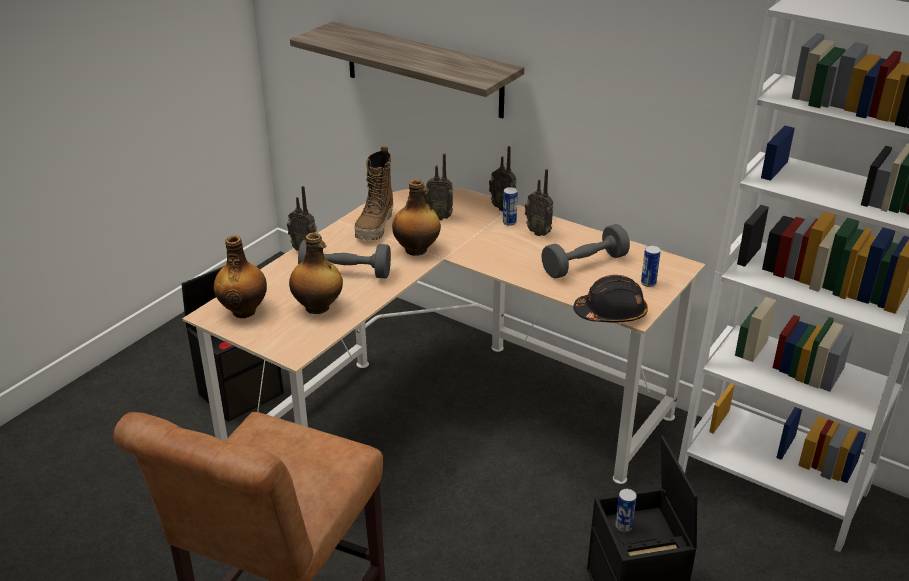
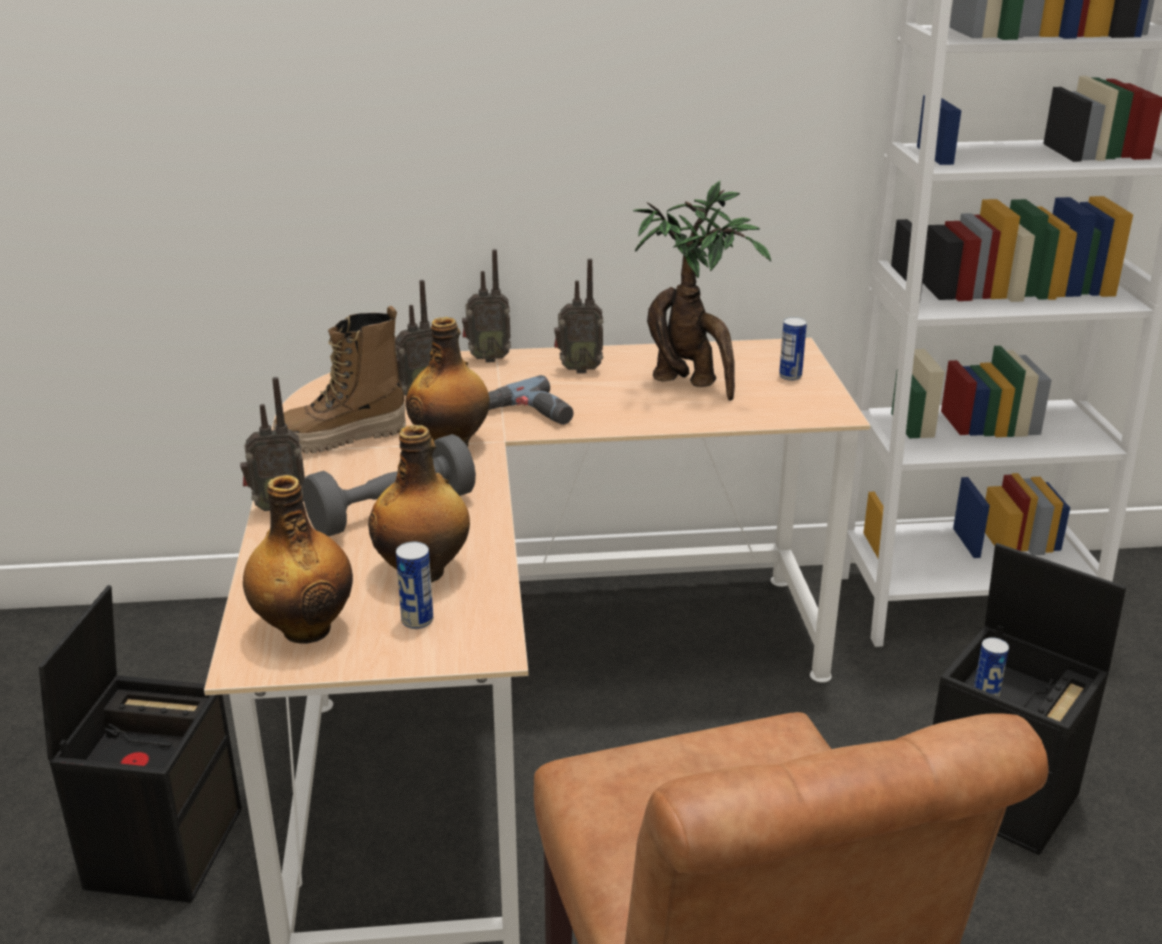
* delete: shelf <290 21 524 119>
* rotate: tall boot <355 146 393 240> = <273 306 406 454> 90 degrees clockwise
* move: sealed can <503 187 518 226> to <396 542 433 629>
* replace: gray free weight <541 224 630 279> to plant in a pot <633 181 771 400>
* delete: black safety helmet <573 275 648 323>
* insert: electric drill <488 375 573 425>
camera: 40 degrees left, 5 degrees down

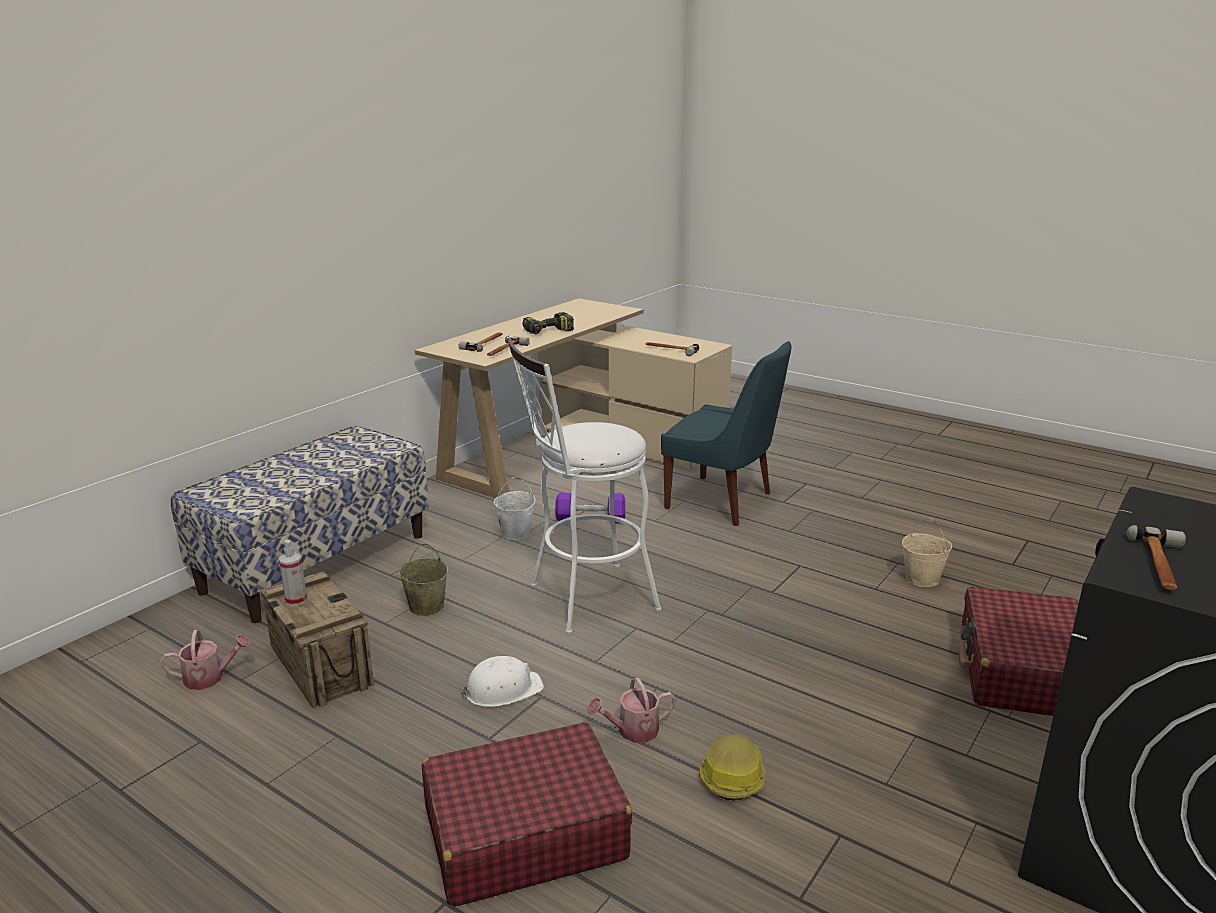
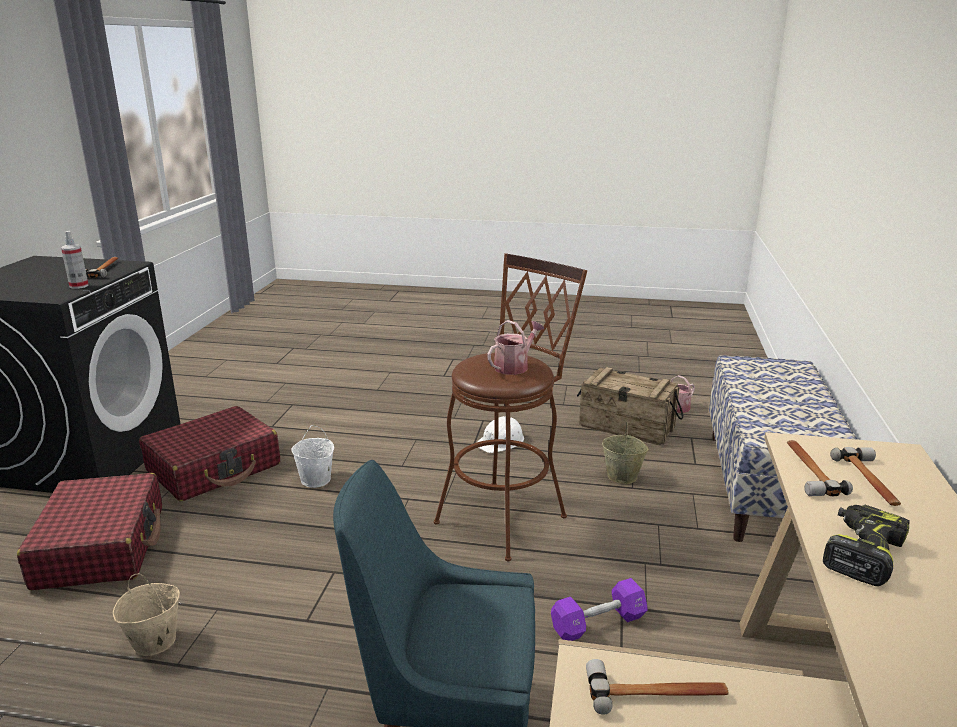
* recolor: white-coloured stool seat <507 336 661 634> to brownish stool seat <434 253 587 561>
* move: white-coloured pail <494 477 536 540> to <291 425 334 488>
* move: hand sprayer <279 540 307 606> to <61 231 89 289>
* move: sprinkling can <587 677 676 743> to <487 320 544 375>
* move: red-coloured piece of luggage <421 722 632 907> to <139 406 280 501>
* delete: safety helmet <699 734 765 801>
camera: 155 degrees right, 0 degrees up

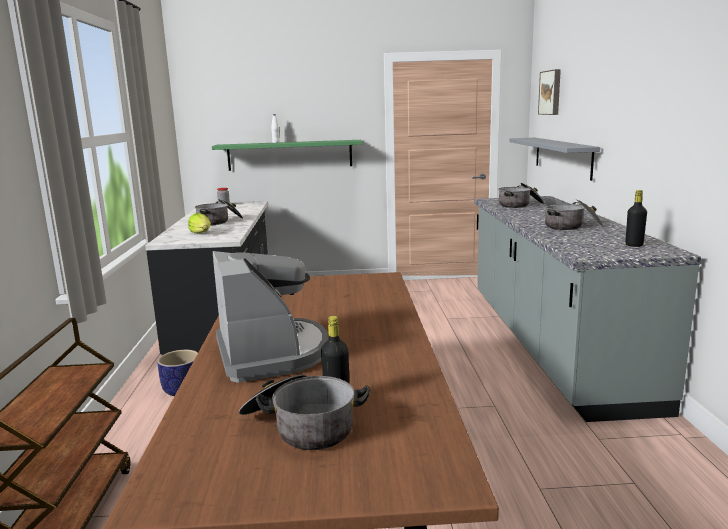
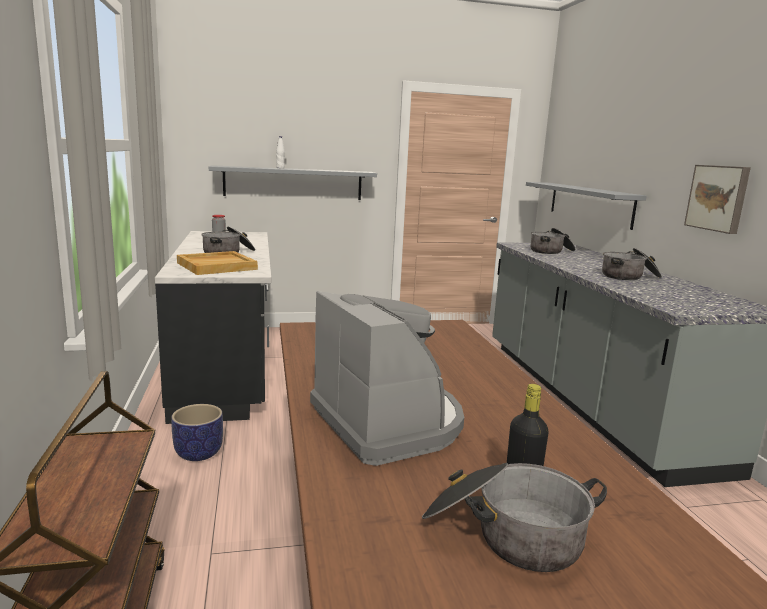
* move: wall picture <538 69 561 115> to <684 165 751 234>
* recolor: green shelf <212 140 362 171> to gray shelf <209 165 377 200>
* delete: black bottle <625 190 647 247>
* replace: lettuce head <188 213 211 234> to beige-coloured carrying tray <177 251 258 275>
camera: 10 degrees left, 0 degrees up

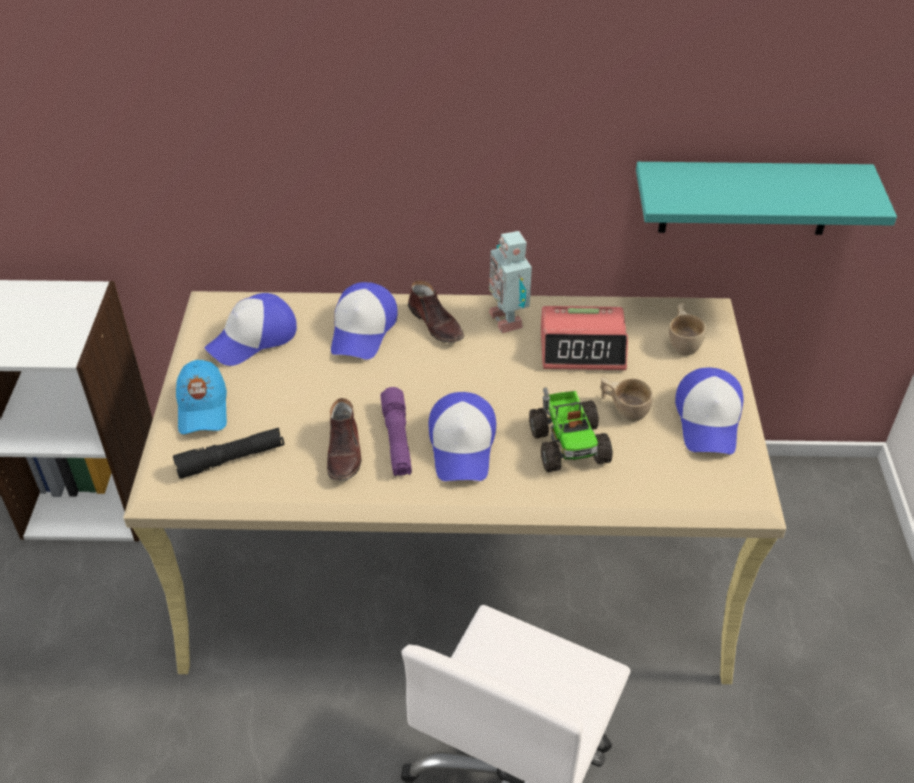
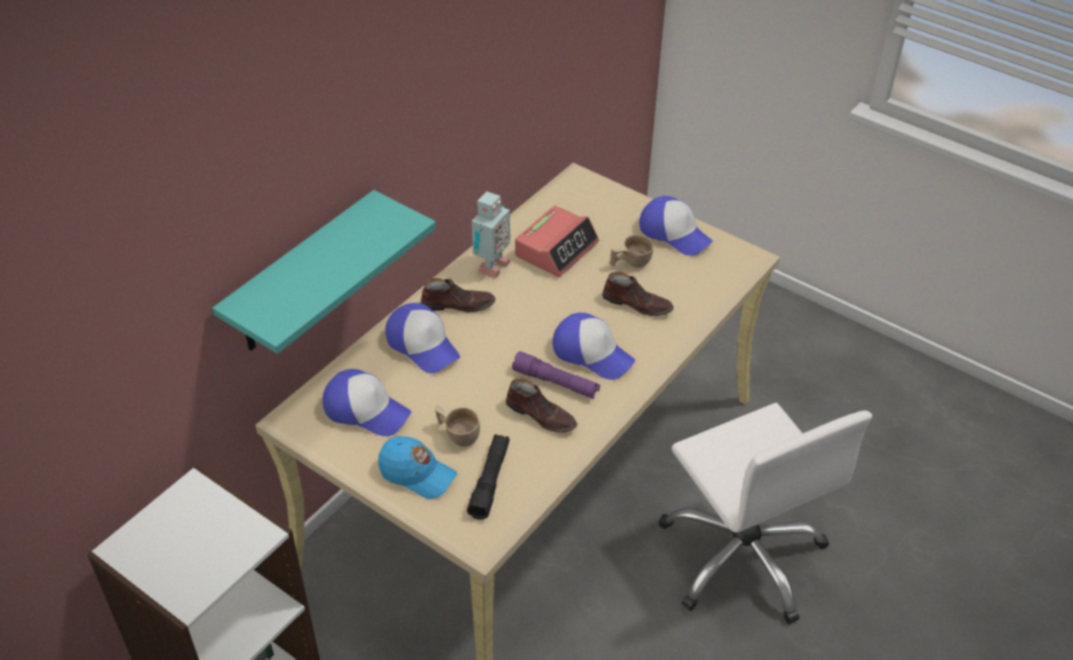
* move: blue-green shelf <636 162 897 235> to <212 190 436 354>
* rotate: toy robot <489 231 532 333> = <472 191 511 279> 75 degrees counterclockwise
* rotate: peaked cap <204 293 297 366> = <323 369 411 436> 60 degrees counterclockwise
* move: beige-coloured small cup <669 303 706 355> to <435 405 480 447>
* replace: toy lorry <529 388 613 472> to brownish low shoe <602 272 674 316>
camera: 55 degrees left, 0 degrees up

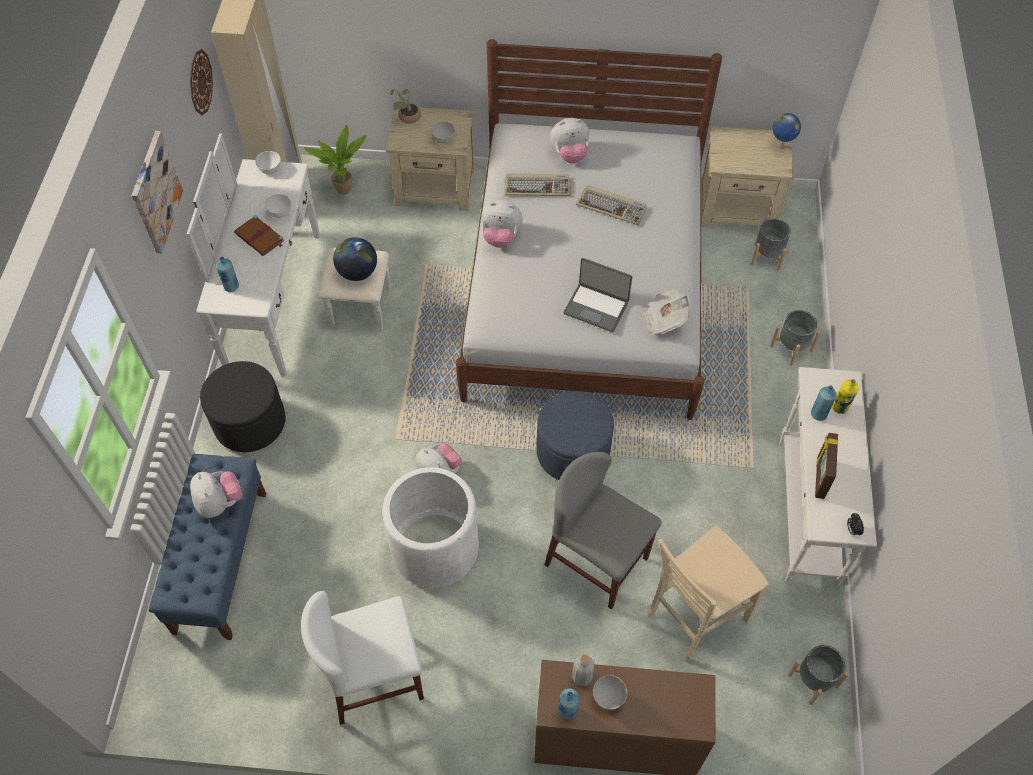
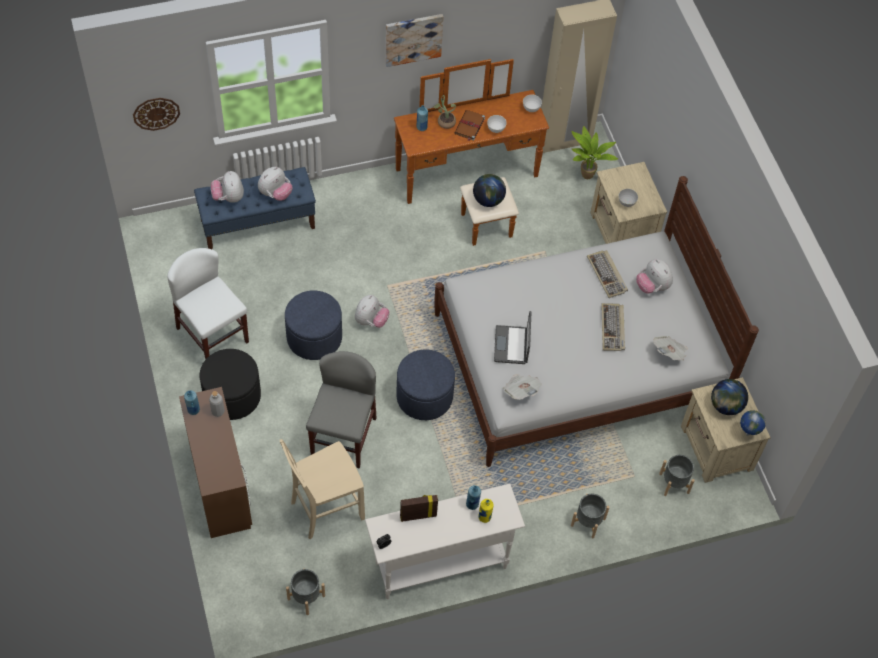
* move: wall clock <190 49 213 115> to <133 98 180 131>
* move: plant in a pot <390 89 421 124> to <433 95 456 129>
* recolor: white-coloured chest of drawers <187 133 391 376> to brownish chest of drawers <394 59 549 246>
* move: cuddly toy <482 200 523 248> to <211 171 244 203>
* move: black ottoman <200 361 285 452> to <200 349 261 420>
* replace: white-coloured plant pot <382 467 479 588> to bluish ottoman <285 290 342 360>
* rotate: beige-coloured chair <647 526 769 662> = <280 439 365 539> 60 degrees counterclockwise
* delete: gray serving bowl <593 675 627 710>
* insert: daily paper <653 336 688 361>
* insert: world globe <711 379 748 415>
camera: 65 degrees right, 0 degrees up

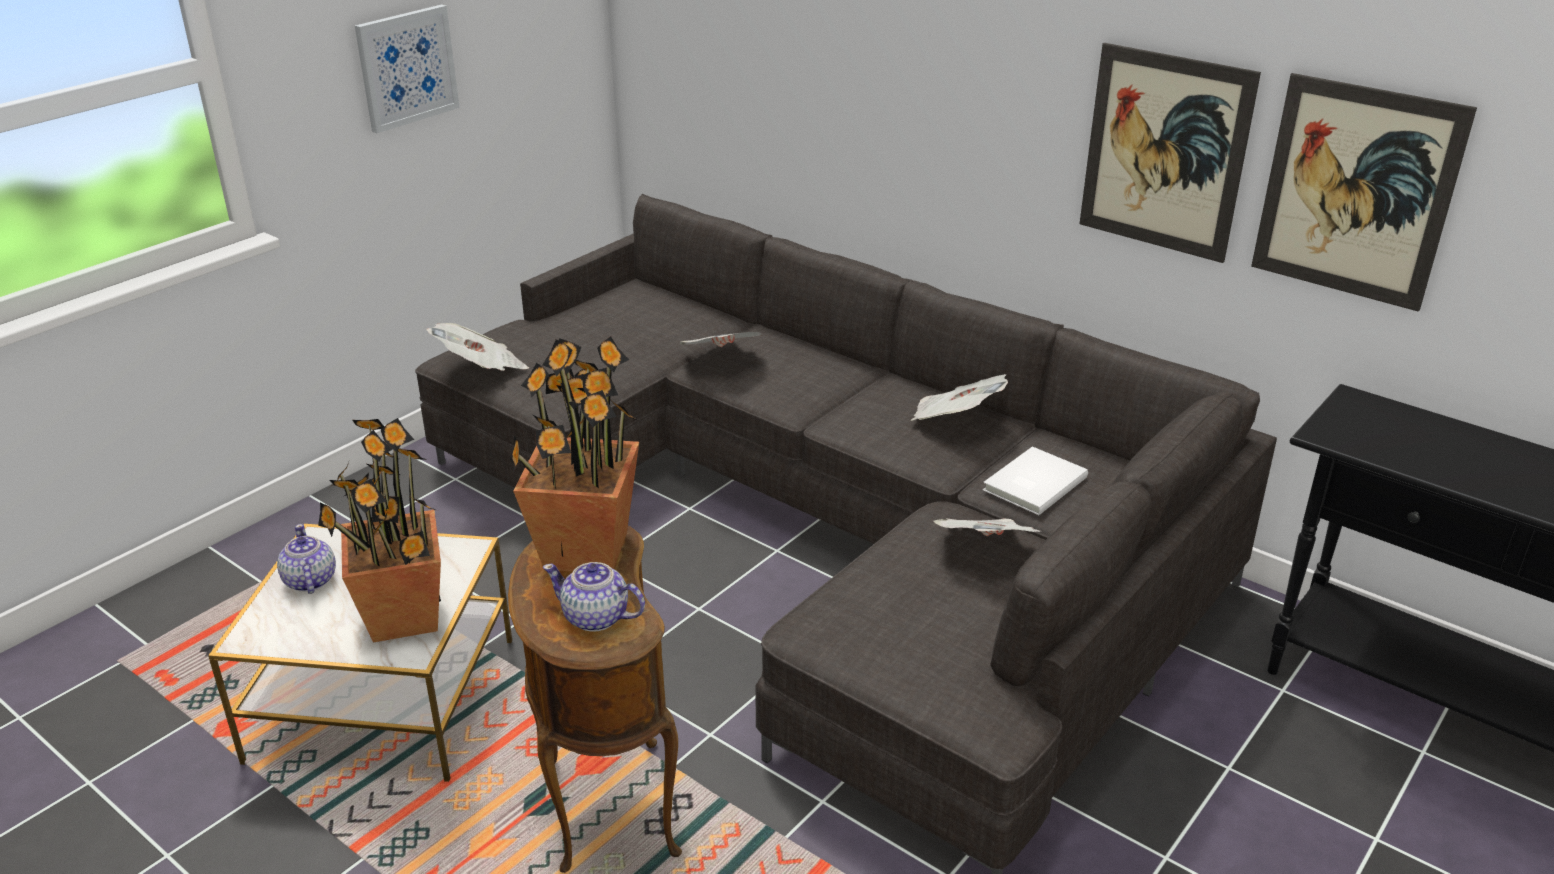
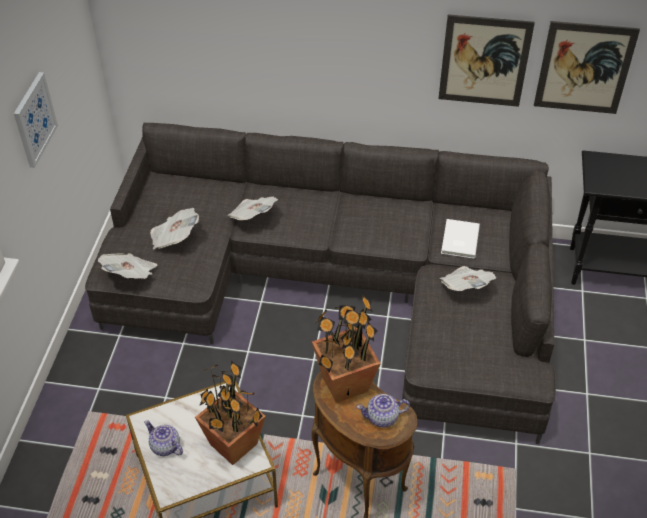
* move: daily paper <911 374 1008 421> to <150 208 199 249>
camera: 30 degrees left, 15 degrees up

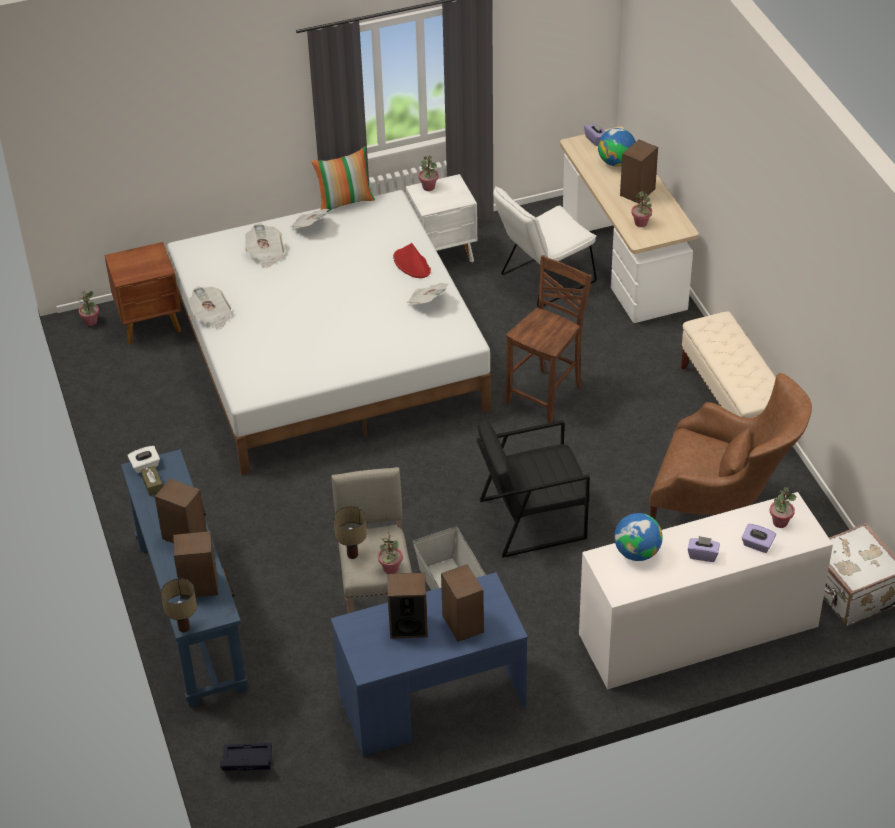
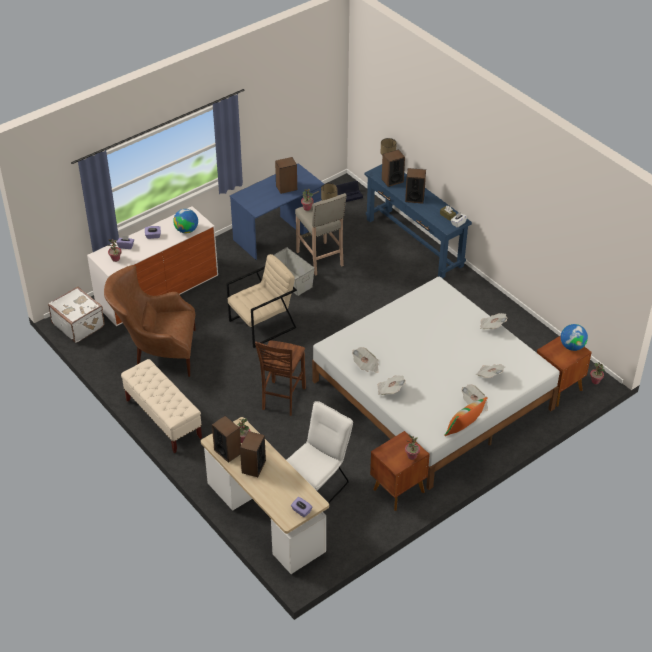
* move: world globe <598 128 636 167> to <561 324 588 351>
* recolor: white-coloured nightstand <405 174 477 262> to brownish nightstand <370 431 430 511>
* replace: red-coloured clothing hat <393 243 431 278> to daily paper <377 375 406 395>
* recolor: black easy chair <476 420 590 558> to beige-coloured easy chair <226 254 297 348>
* move: loudspeaker <441 564 484 642> to <212 416 241 463>
camera: 160 degrees right, 0 degrees up

